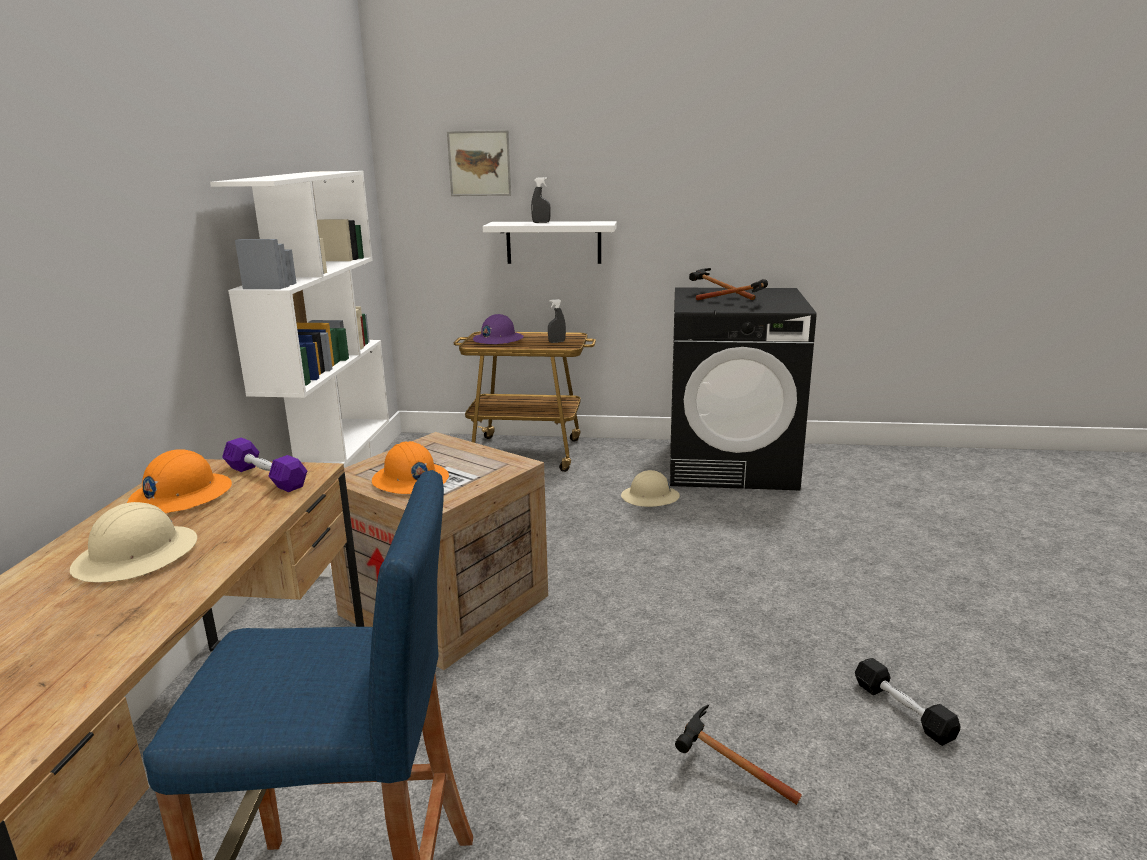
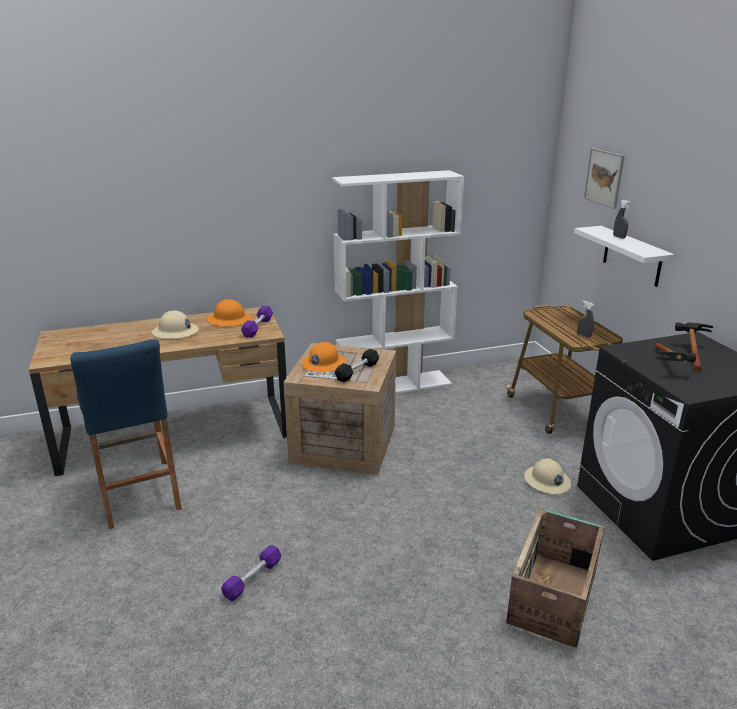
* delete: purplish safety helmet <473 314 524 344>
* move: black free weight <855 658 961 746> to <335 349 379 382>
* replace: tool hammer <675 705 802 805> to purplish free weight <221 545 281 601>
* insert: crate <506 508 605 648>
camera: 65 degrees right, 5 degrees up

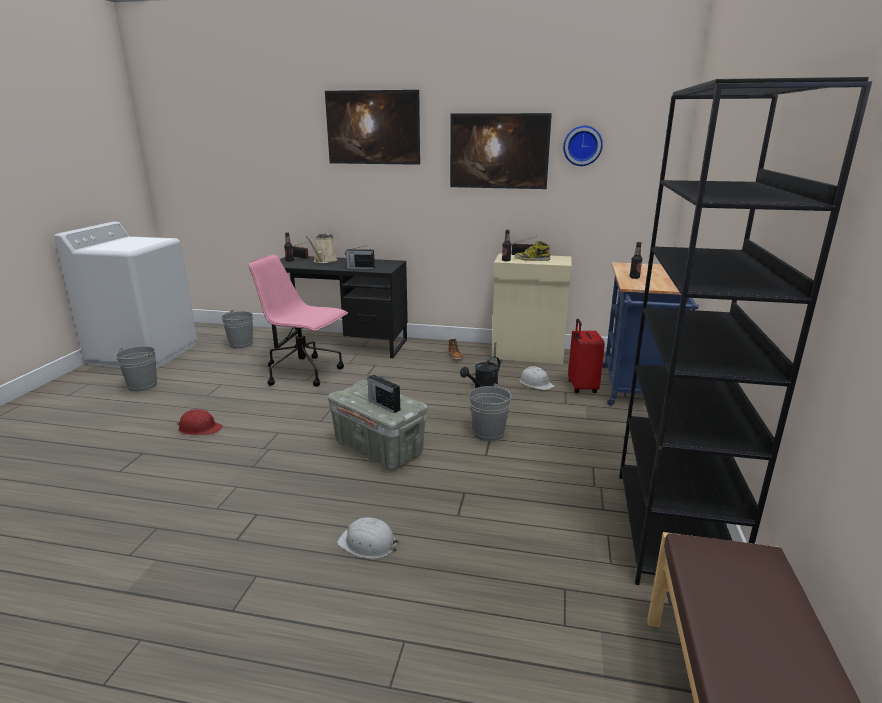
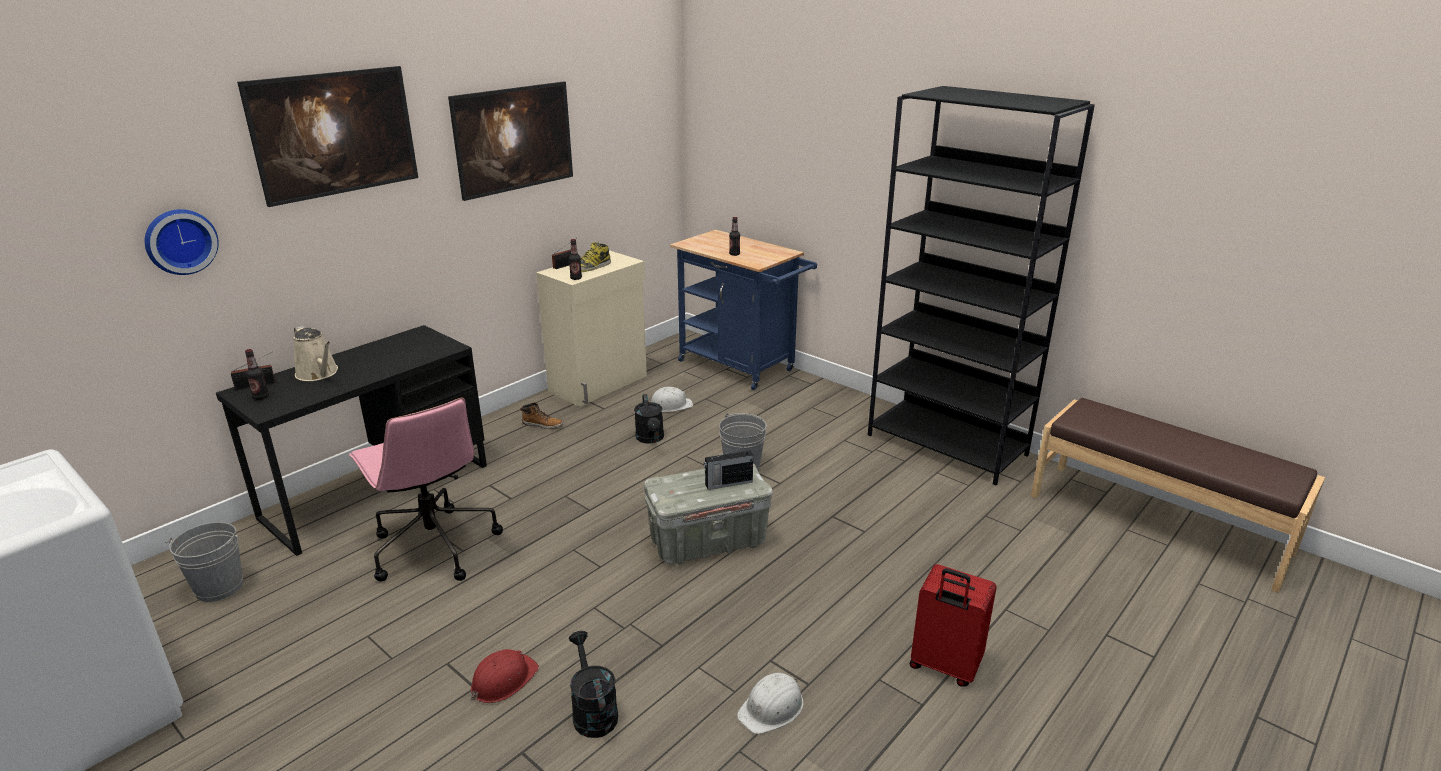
* move: wall clock <563 126 603 166> to <145 209 219 275>
* delete: radio <345 245 375 269>
* rotate: pinkish office chair <249 255 348 387> = <349 398 503 582> 90 degrees counterclockwise
* move: red-coloured piece of luggage <568 319 605 393> to <910 564 997 687>
* delete: gray pail <115 346 157 392>
* move: white-coloured safety helmet <337 518 399 559> to <737 673 803 734>
* insert: black sprinkling can <569 631 618 738>
camera: 60 degrees left, 5 degrees up

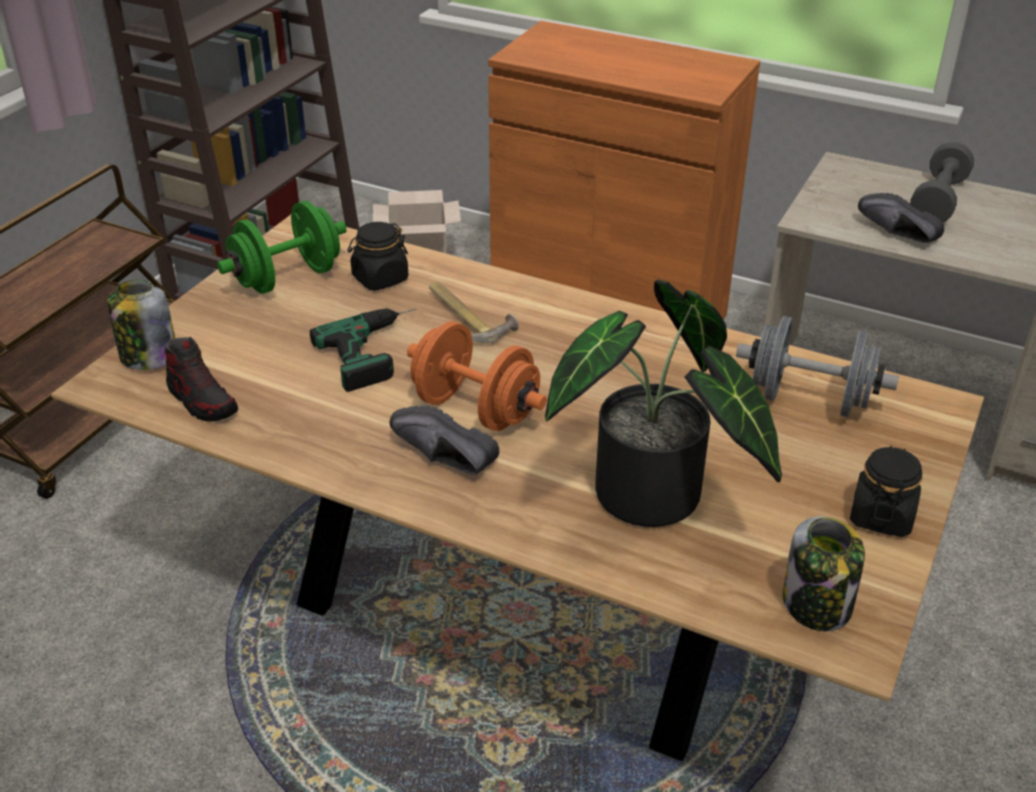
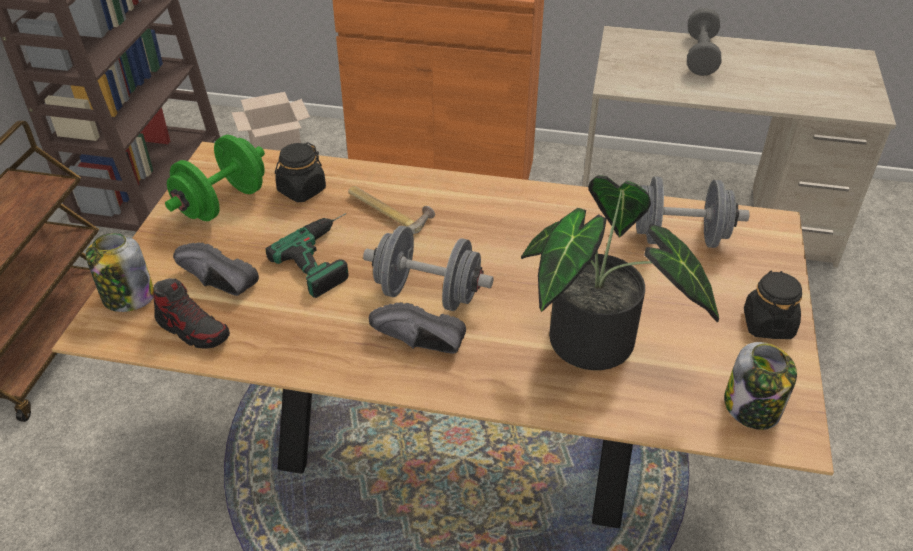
* move: black low shoe <858 193 944 243> to <173 242 259 296>
* recolor: orangey free weight <407 321 547 431> to gray free weight <363 226 494 311>
camera: 15 degrees left, 5 degrees up

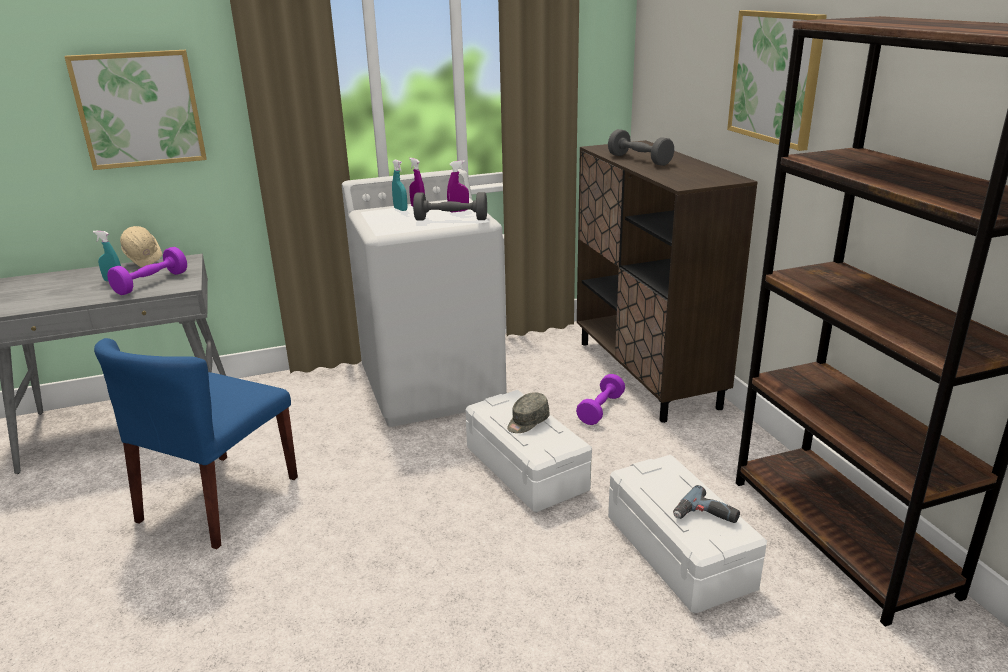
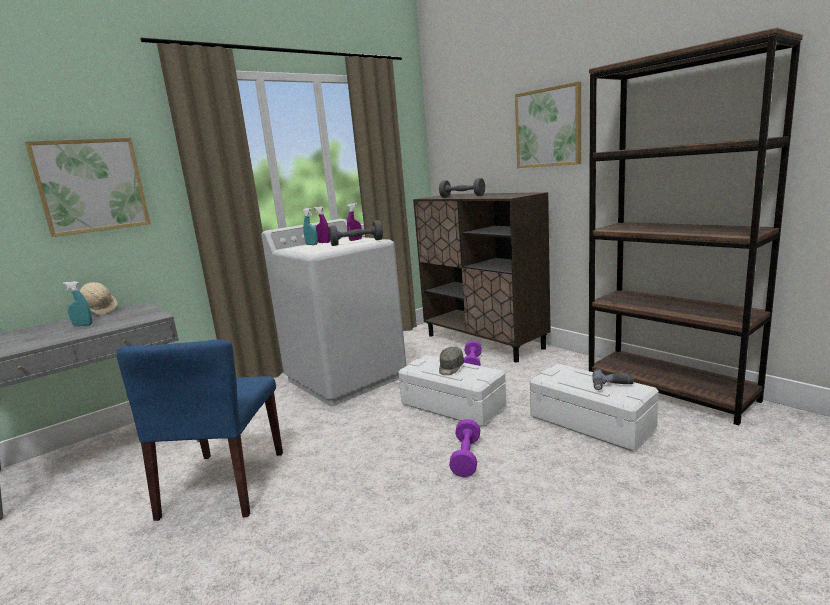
* move: purplish free weight <107 247 187 295> to <449 419 480 477>
camera: 20 degrees left, 10 degrees down

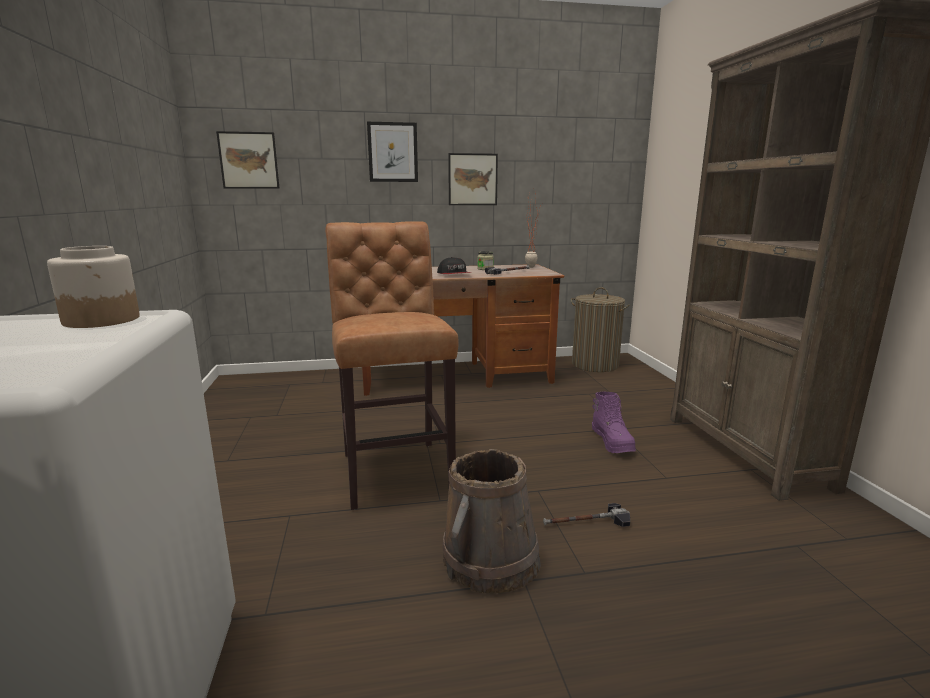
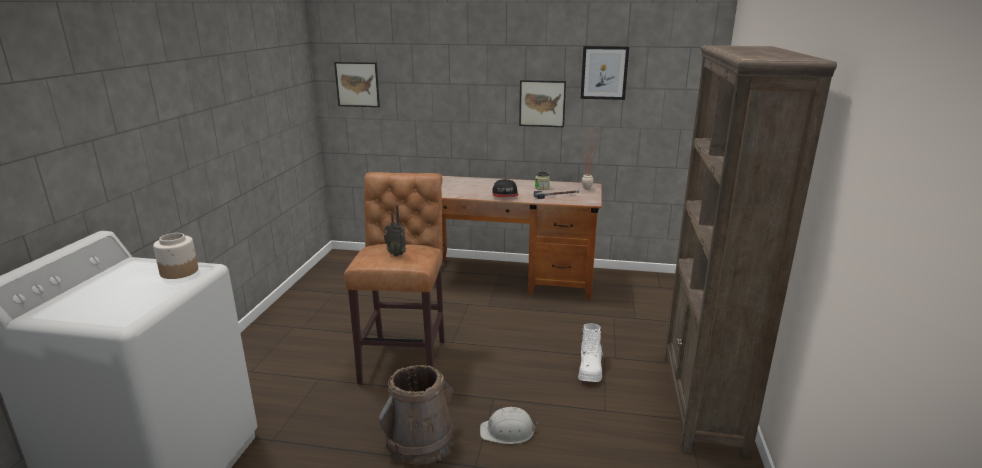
* move: wall picture <367 122 418 182> to <581 46 629 100>
* delete: washing basket <571 287 630 372>
* recolor: purplish tall boot <592 392 636 453> to white-coloured tall boot <578 323 604 382>
* replace: tool hammer <543 503 630 527> to white-coloured safety helmet <480 407 538 444>
* insert: radio <384 205 406 256>
camera: 20 degrees right, 5 degrees up

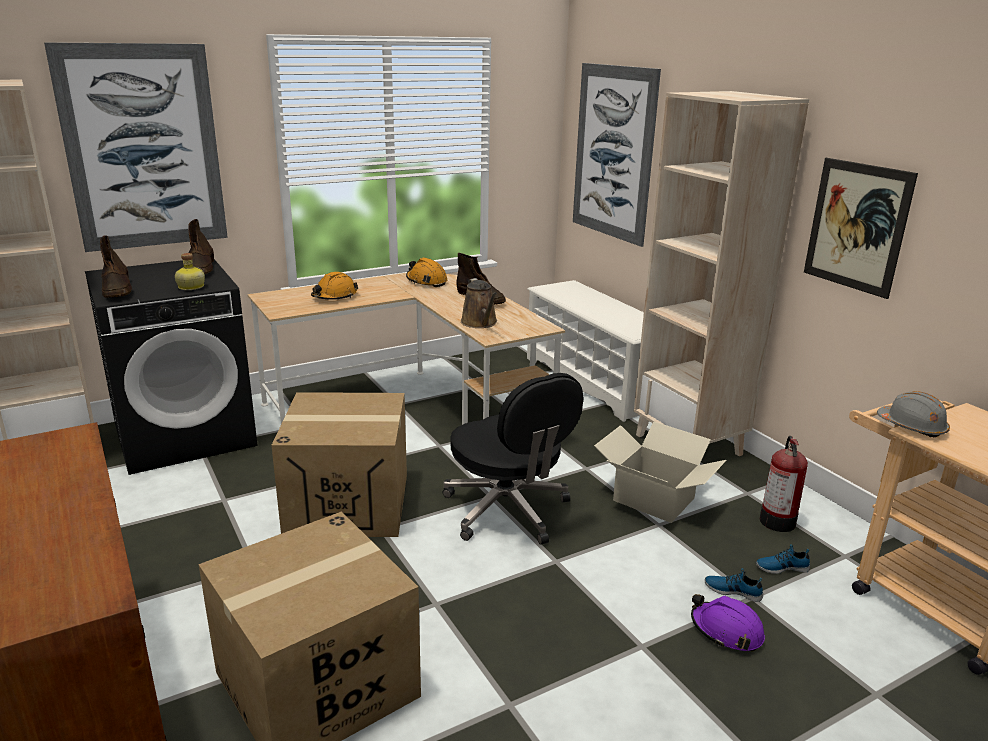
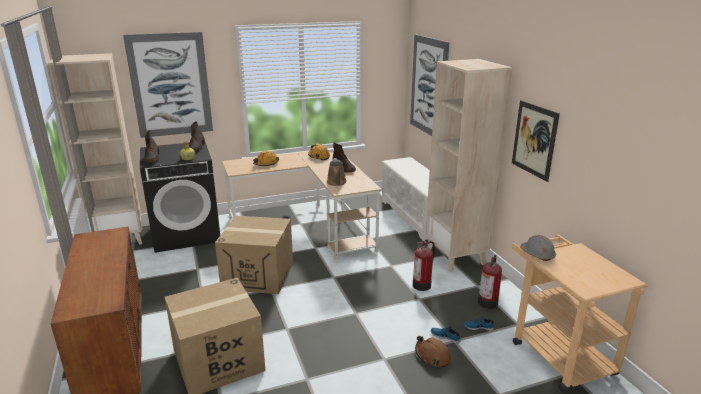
* delete: black office chair <443 373 583 545>
* replace: packing box <594 422 726 523> to fire-fighting cylinder <413 241 435 291>
* recolor: purplish safety helmet <691 594 765 652> to brownish safety helmet <415 336 451 368>
camera: 10 degrees right, 0 degrees up

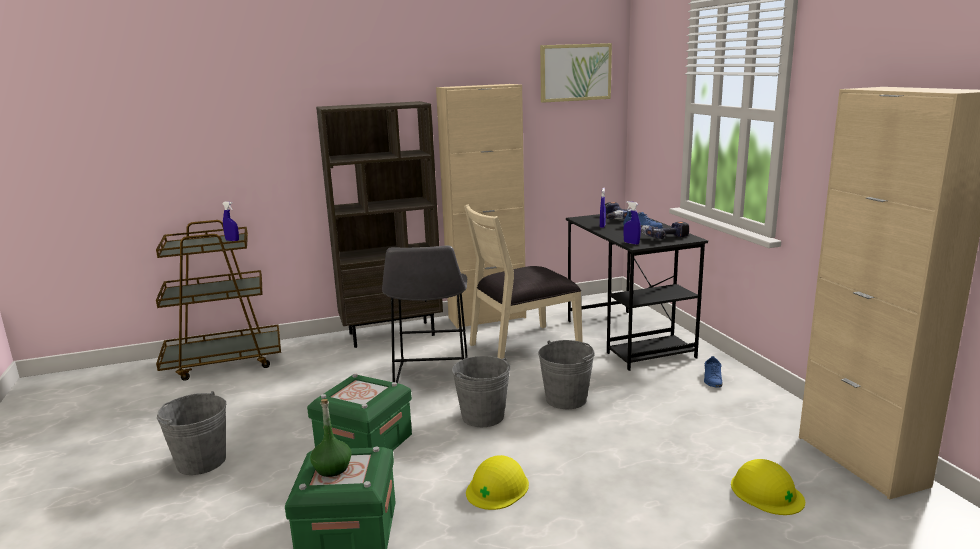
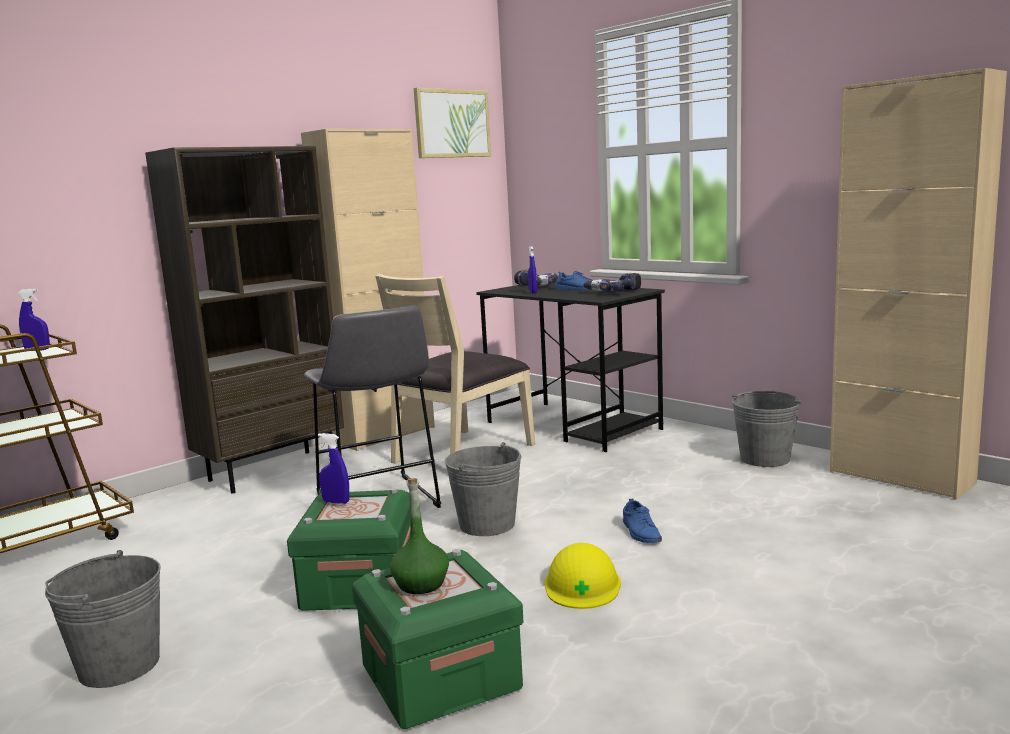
* move: bluish hand sprayer <623 201 641 245> to <318 433 349 504>
* move: gray pail <538 340 595 409> to <732 391 801 467>
* move: bluish low shoe <704 356 723 388> to <623 498 662 543>
* delete: yellow safety helmet <731 459 805 515>
camera: 25 degrees left, 5 degrees down

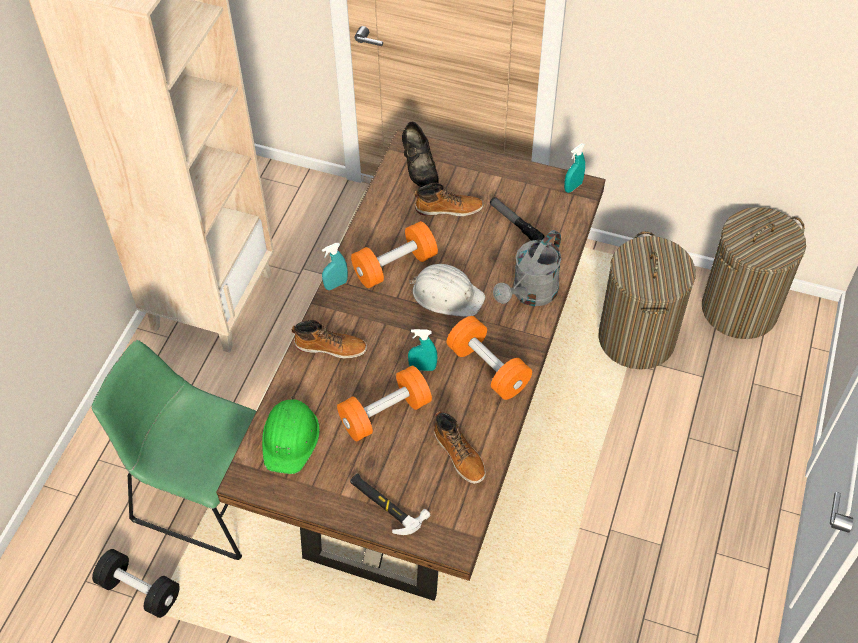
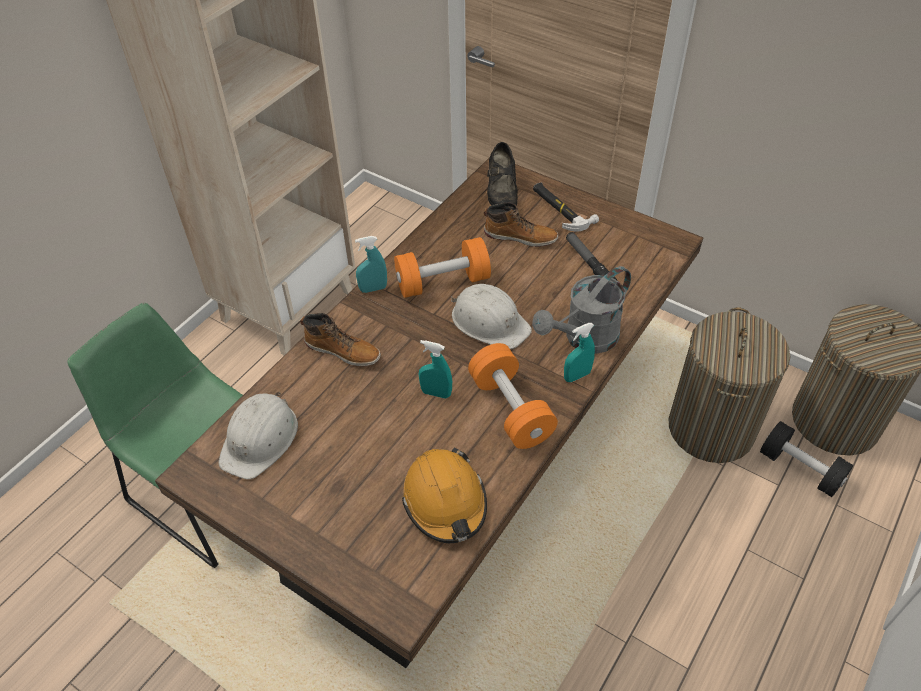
* move: blue-green hand sprayer <564 143 585 193> to <564 323 595 382>
* delete: orangey free weight <337 366 432 441>
* recolor: green safety helmet <262 395 319 474> to white-coloured safety helmet <218 392 298 479>
* replace: tall boot <434 411 486 484> to orangey safety helmet <402 447 487 543>
* move: tool hammer <350 473 430 535> to <533 183 599 231>
* move: black free weight <92 549 180 618> to <760 421 854 497>
camera: 15 degrees right, 5 degrees down

